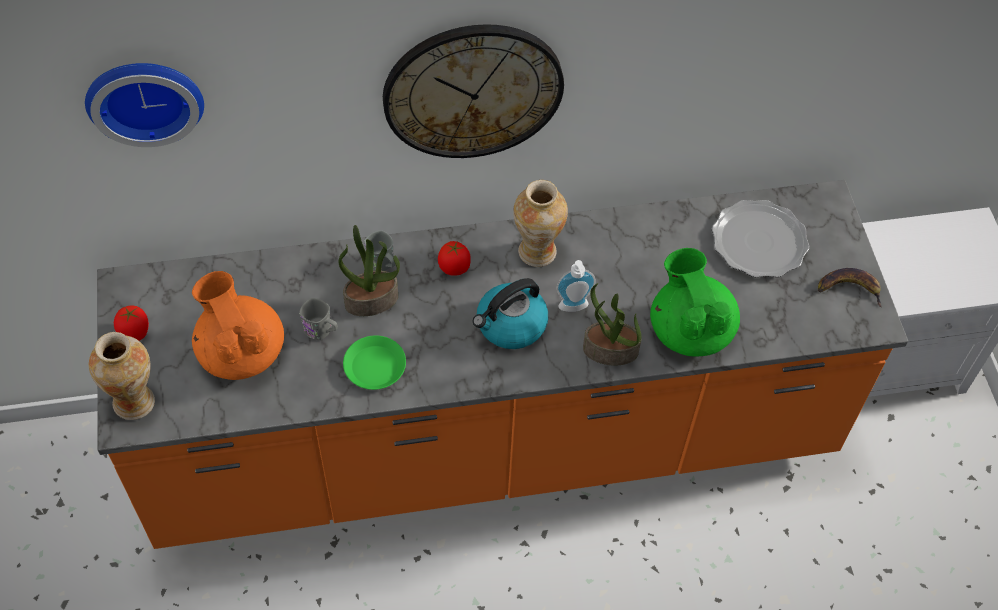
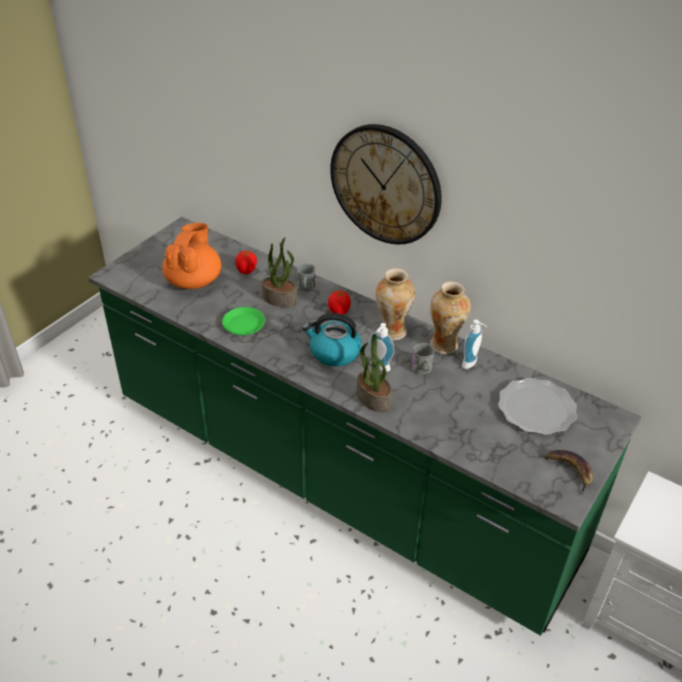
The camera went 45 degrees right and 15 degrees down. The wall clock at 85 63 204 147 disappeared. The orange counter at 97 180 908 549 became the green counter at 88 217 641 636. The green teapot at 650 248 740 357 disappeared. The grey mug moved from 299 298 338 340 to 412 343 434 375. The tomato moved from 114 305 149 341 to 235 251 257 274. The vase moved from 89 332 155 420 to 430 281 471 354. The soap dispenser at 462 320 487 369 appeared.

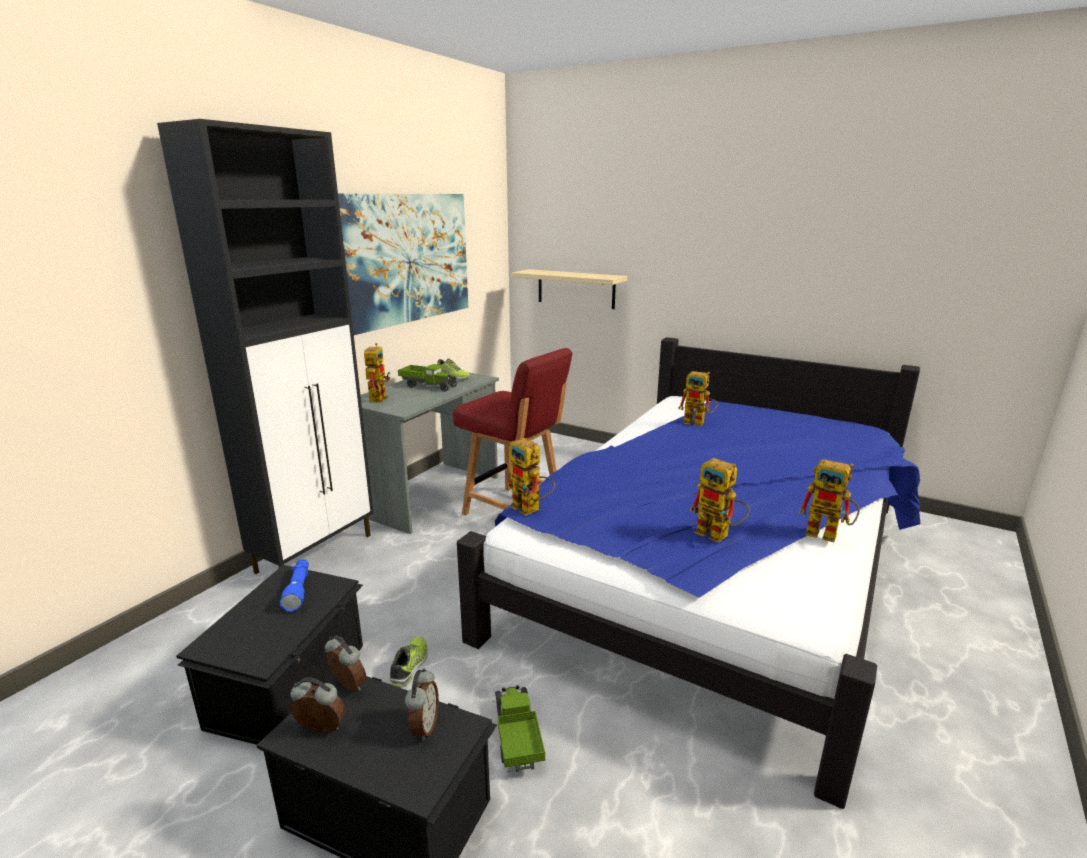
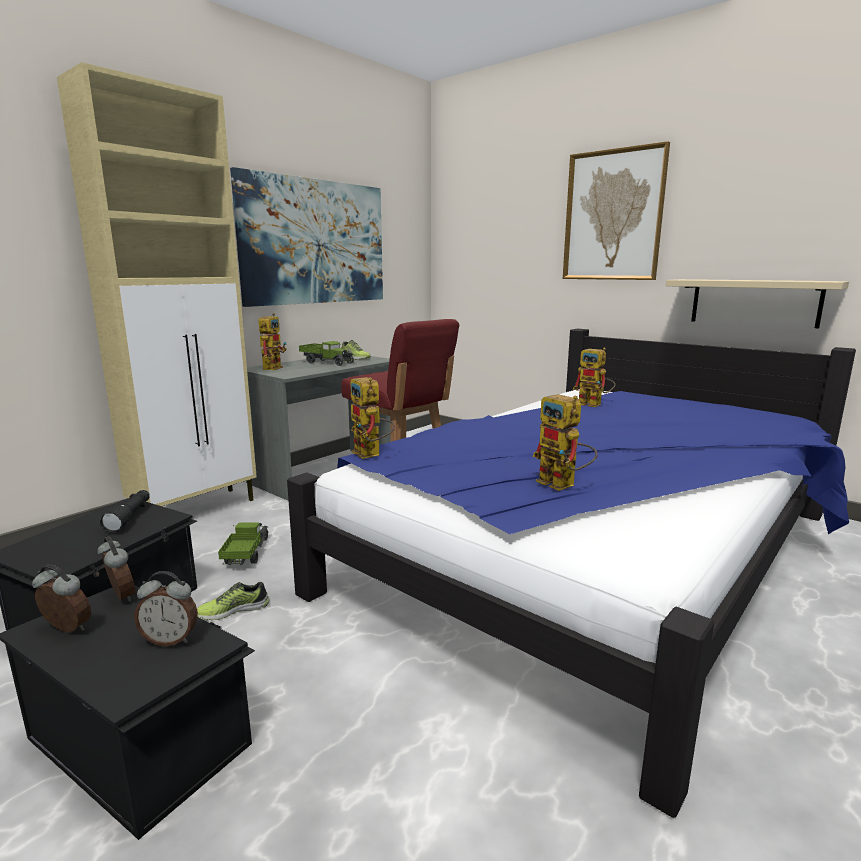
The camera went 10 degrees right and 5 degrees down. The black cabinet at 157 119 374 574 became the beige cabinet at 57 62 257 506. The beige shelf moved from 511 269 628 309 to 666 279 849 328. The toy robot at 798 459 860 542 disappeared. The blue flashlight at 280 559 309 612 became the black flashlight at 100 490 150 532. The shoe at 389 637 428 688 turned 135 degrees counterclockwise. The alarm clock at 405 668 439 741 turned 75 degrees clockwise. The toy truck moved from 493 685 545 773 to 218 522 269 565. The picture at 563 141 670 280 appeared.

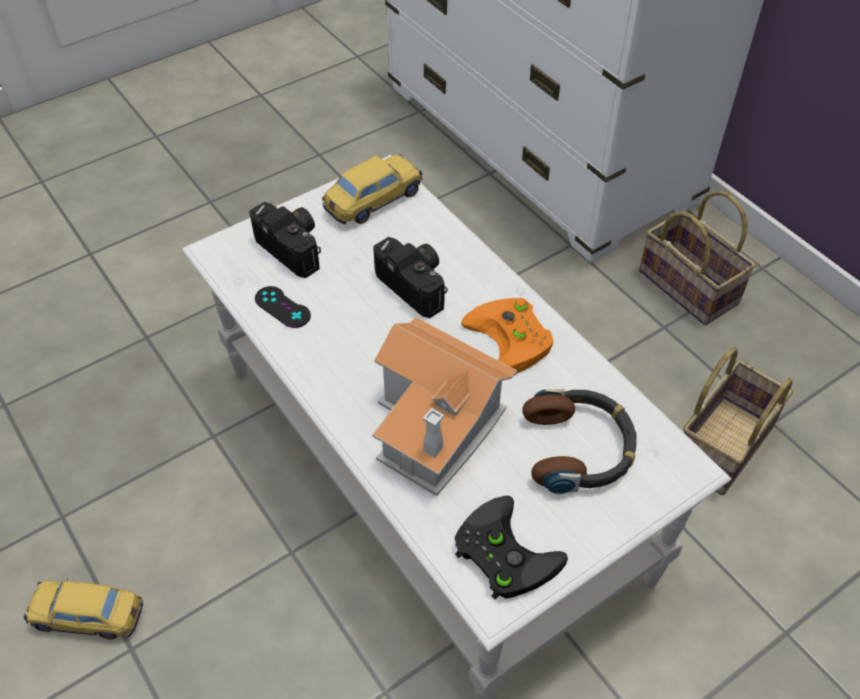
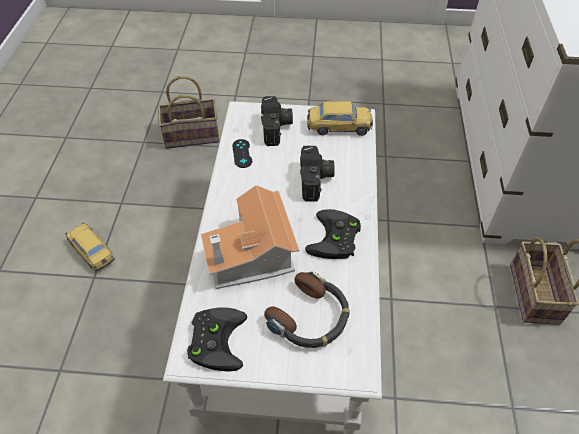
The camera went 40 degrees right and 0 degrees up. The orange game controller at 461 298 553 374 became the black game controller at 305 209 361 259. The basket moved from 683 347 793 495 to 158 76 219 149.

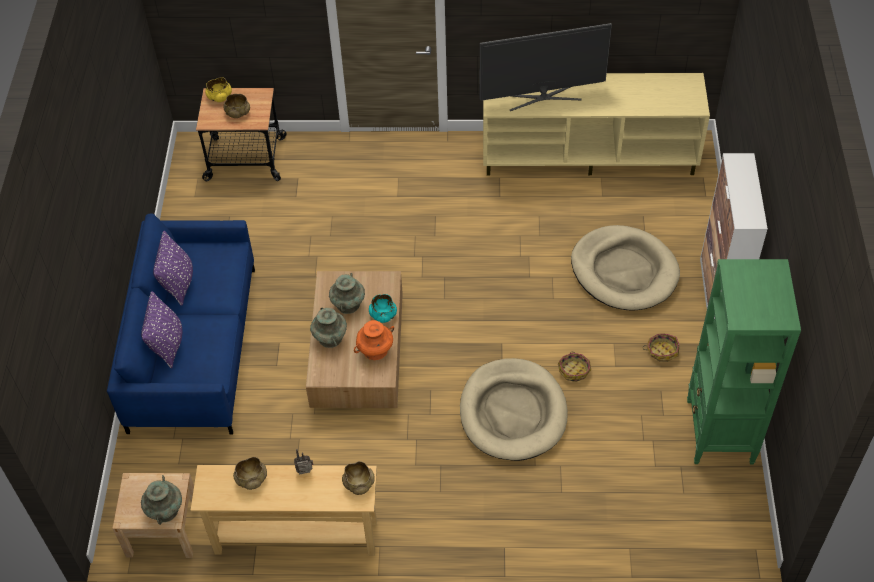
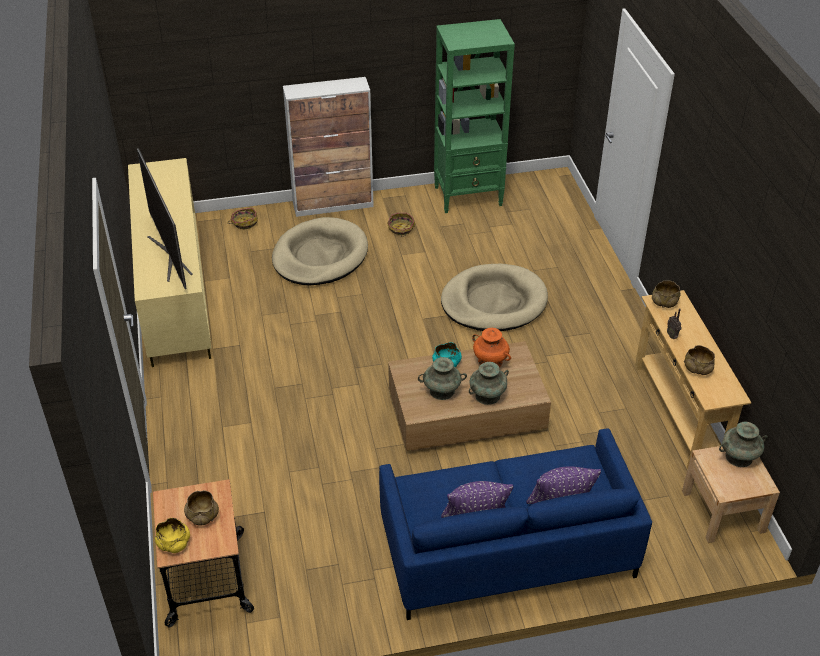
The camera went 105 degrees left and 10 degrees down. The basket moved from 558 352 591 382 to 228 208 258 229.

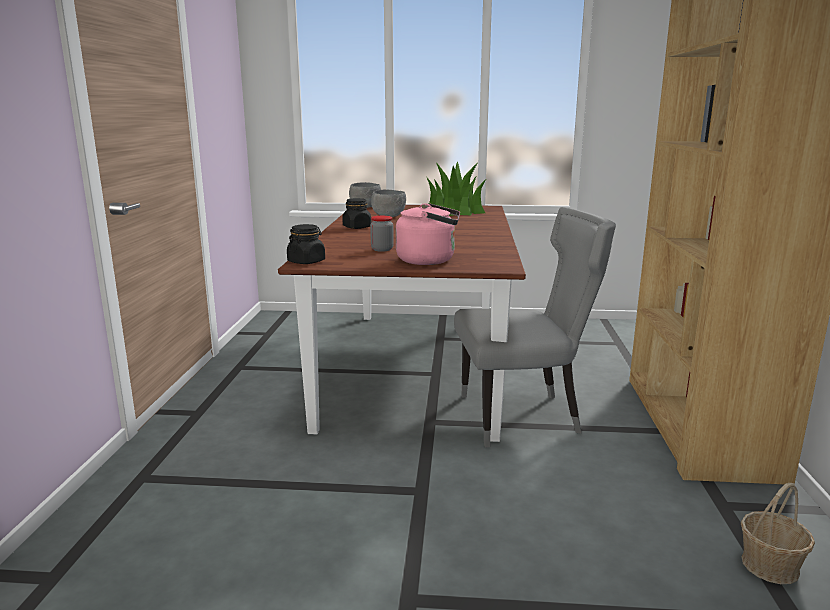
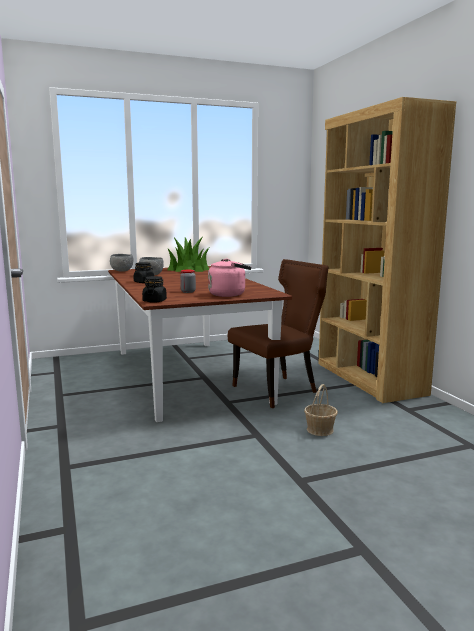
The camera went 25 degrees left and 5 degrees down. The grey chair at 454 207 616 448 became the brown chair at 228 259 329 408. The basket moved from 741 483 815 584 to 304 384 338 436.

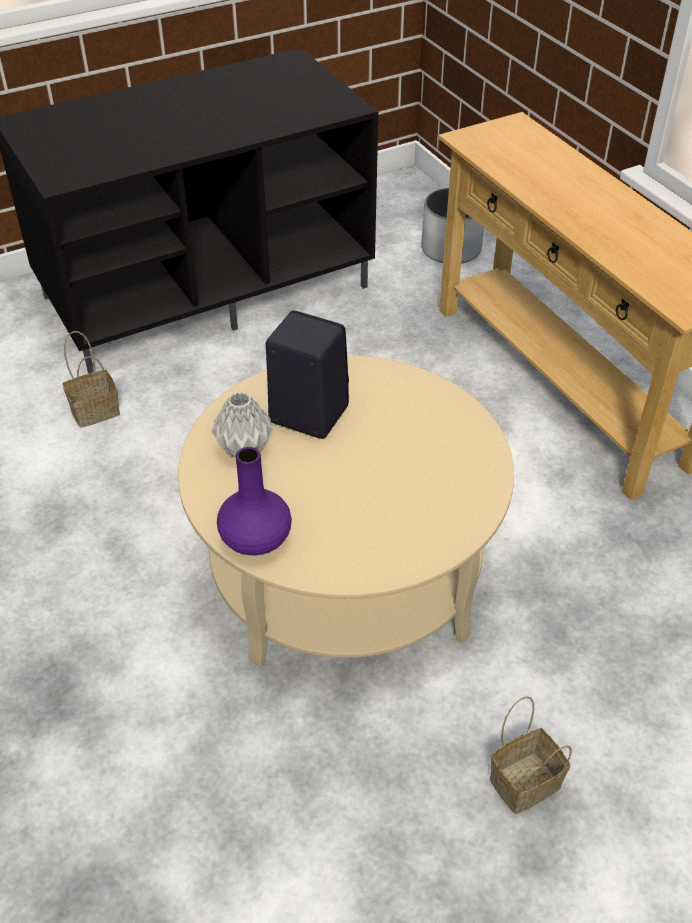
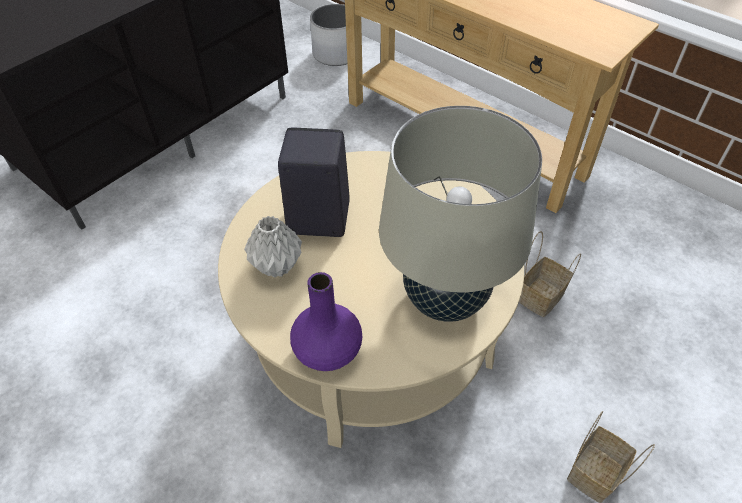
The camera went 20 degrees left and 5 degrees up. The basket moved from 62 331 120 428 to 519 231 581 317. The beige table lamp at 379 106 542 322 appeared.

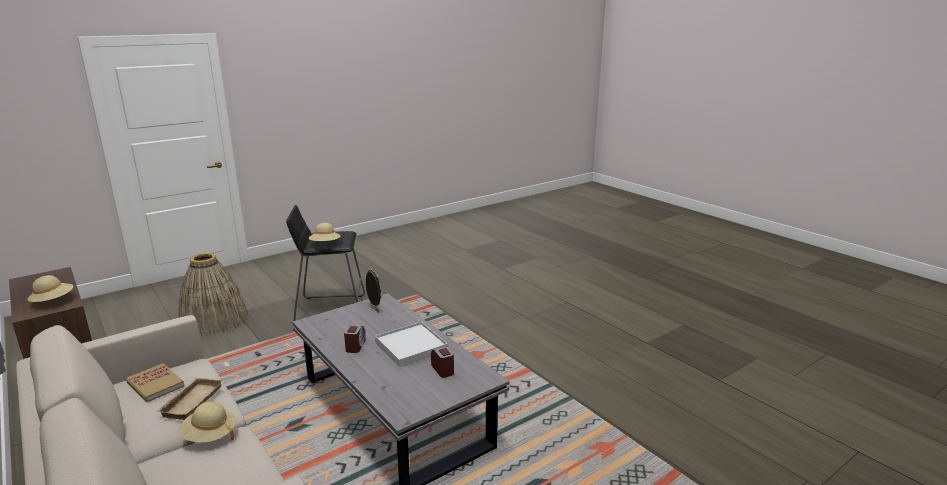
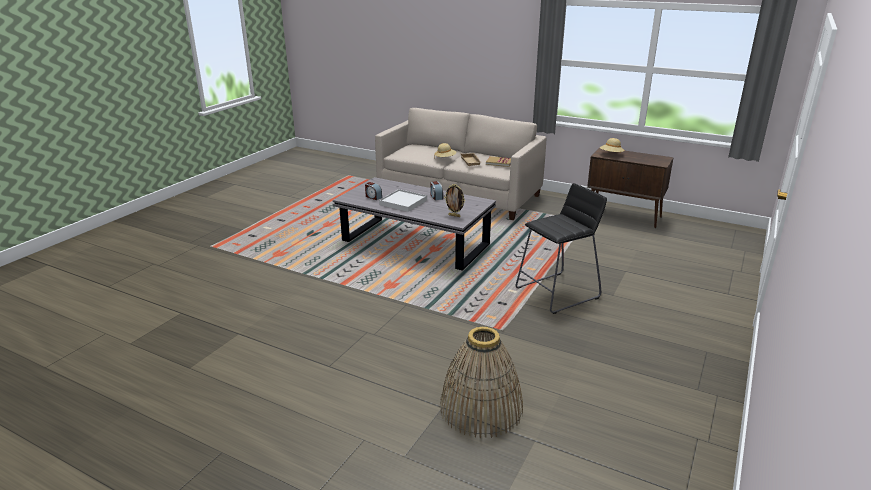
The camera went 155 degrees right and 5 degrees up. The beige hat at 309 223 340 241 disappeared. The basket moved from 178 253 248 337 to 440 327 523 438.

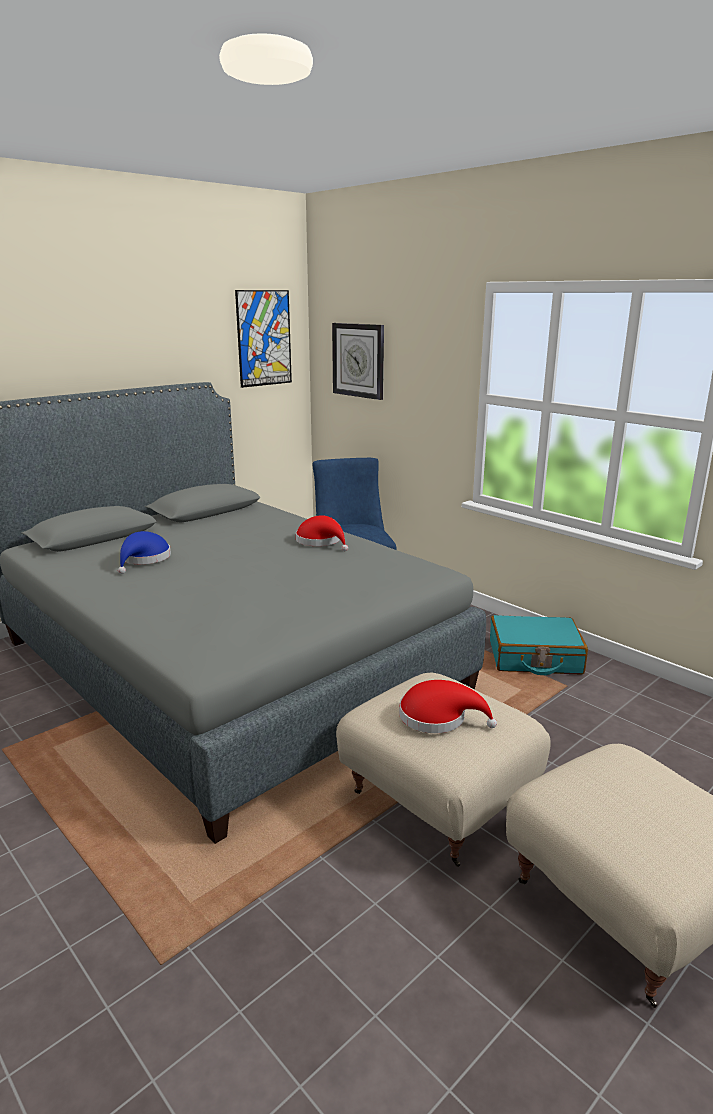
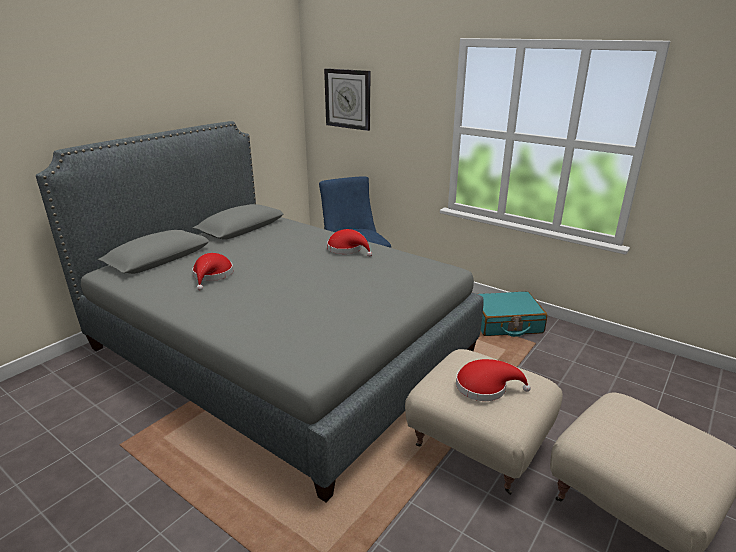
The camera went 10 degrees left and 5 degrees up. The picture at 235 290 292 388 disappeared. The blue hat at 118 531 171 574 became the red hat at 192 253 233 291.

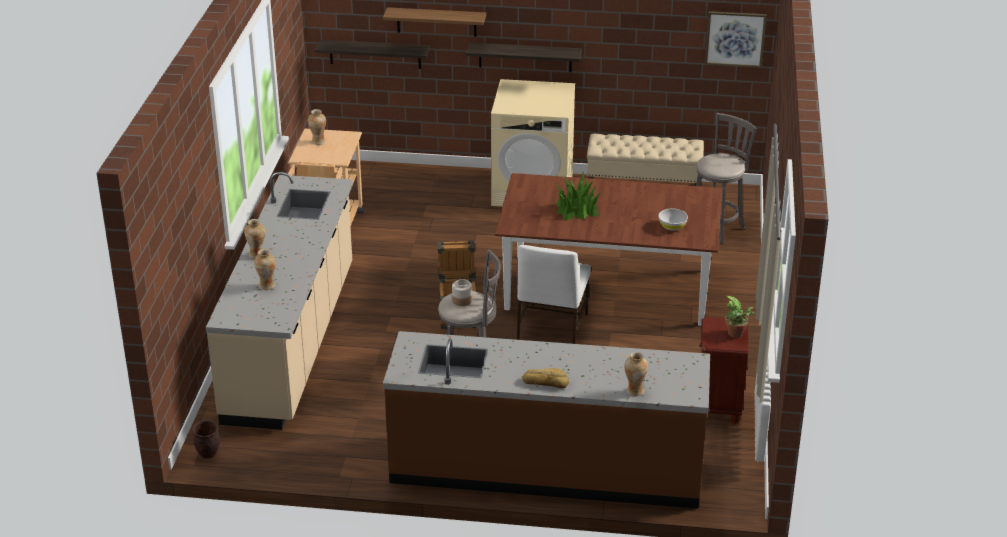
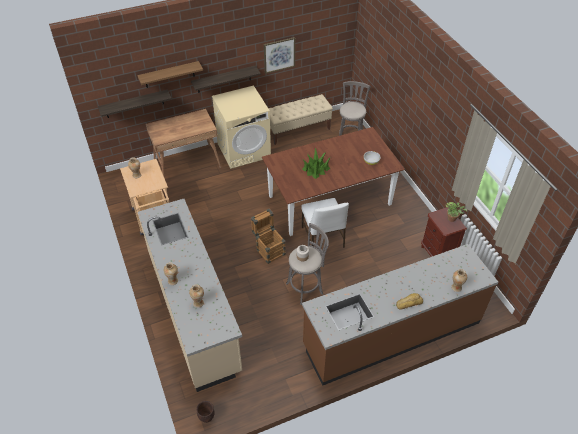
The camera went 30 degrees left and 15 degrees up. The picture moved from 705 11 767 68 to 264 37 295 74. The brown desk at 146 109 221 178 appeared.

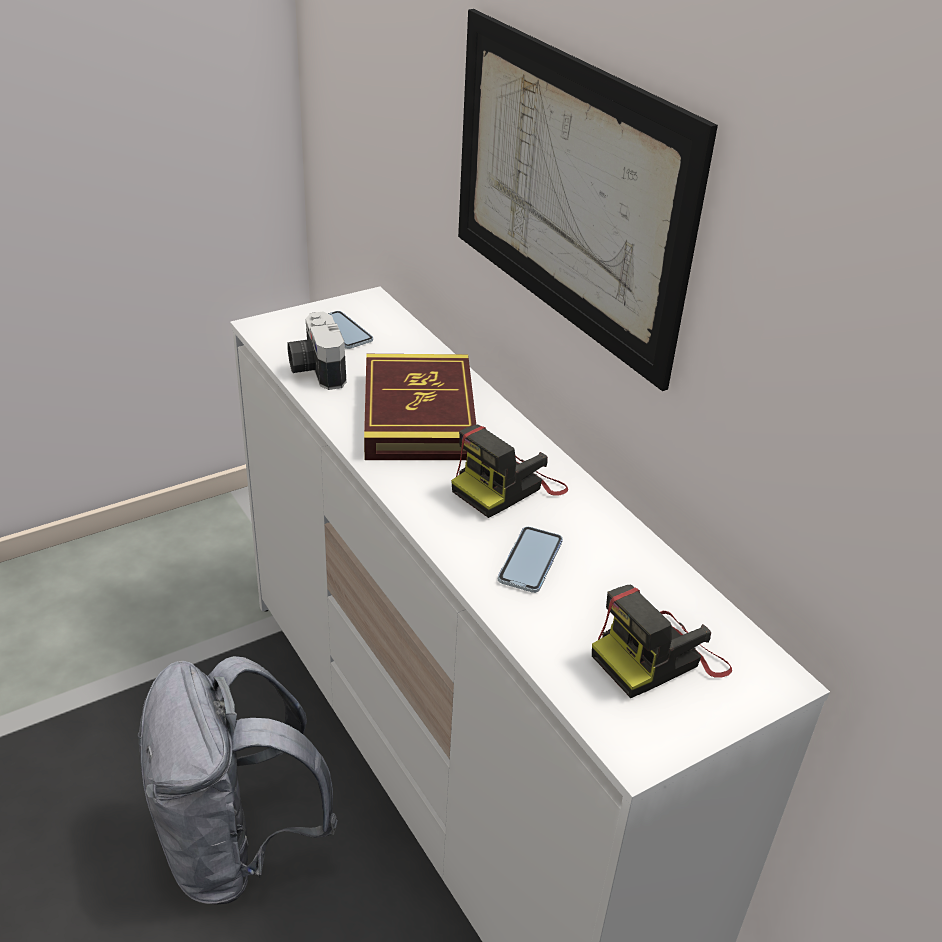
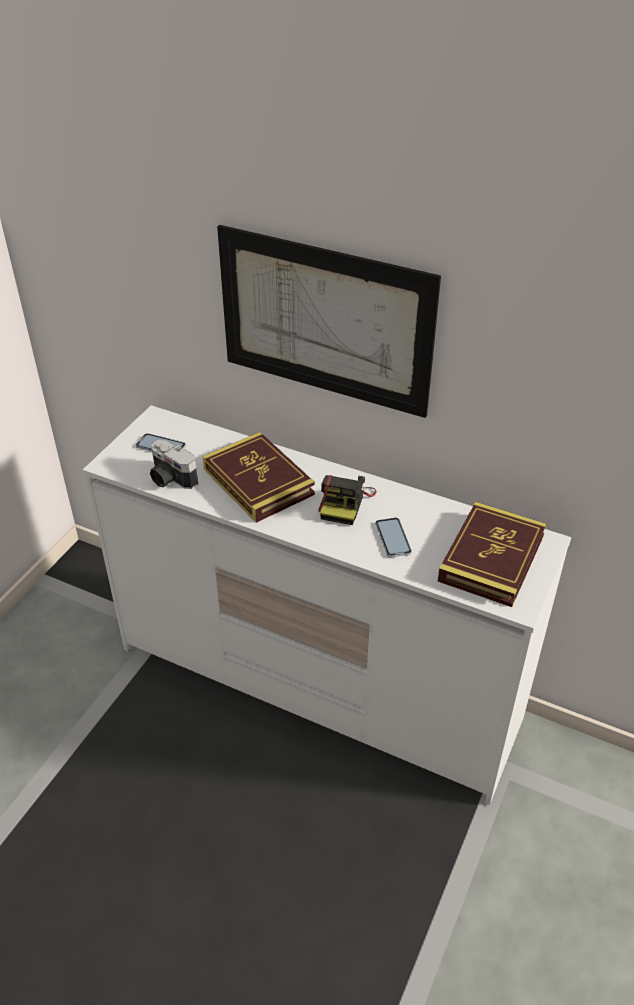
The camera went 30 degrees left and 5 degrees up. The photo camera at 592 585 732 698 was replaced by the book at 438 502 546 607. The grey backpack at 138 656 338 904 disappeared.

